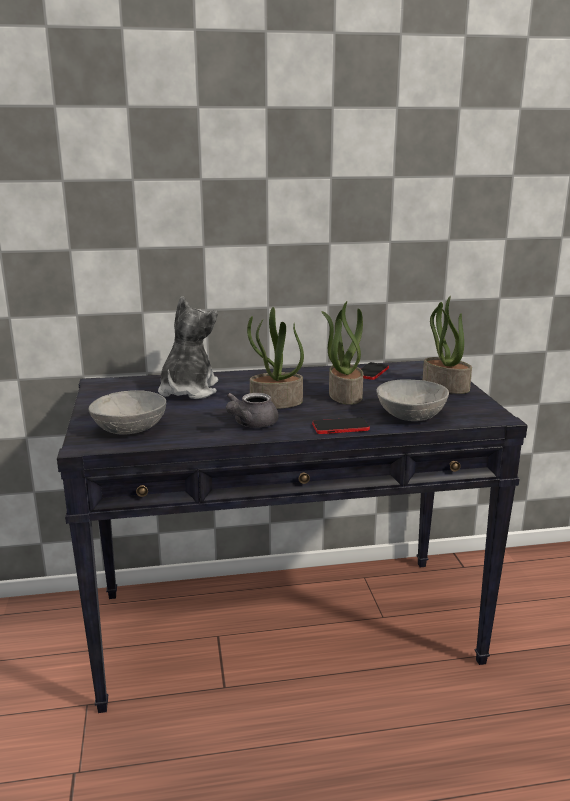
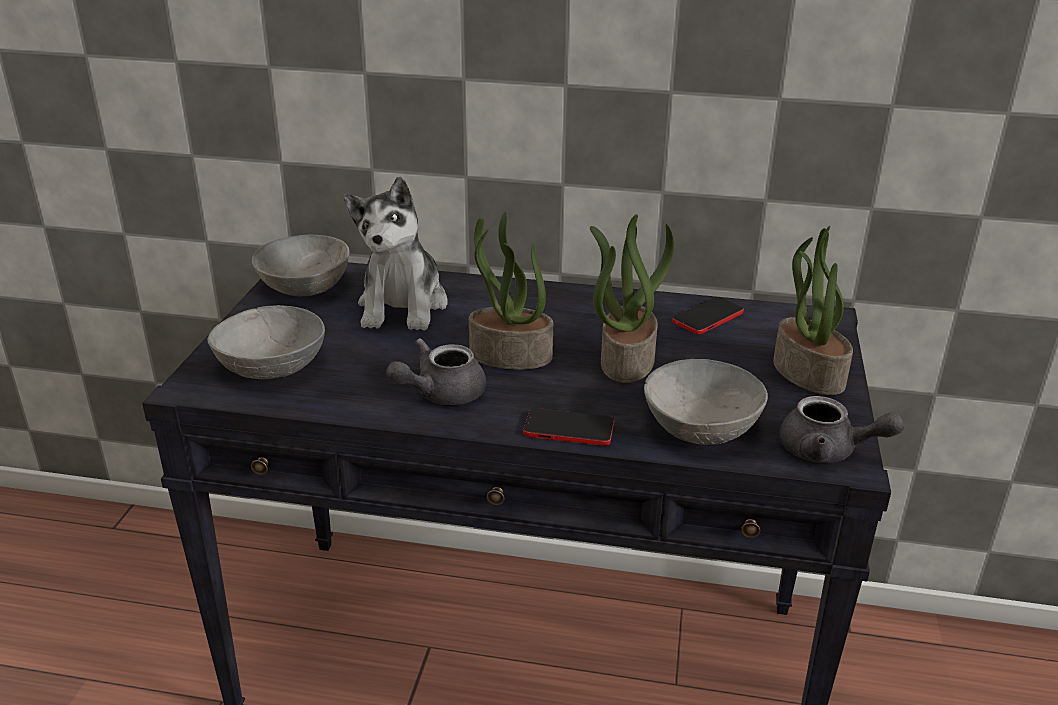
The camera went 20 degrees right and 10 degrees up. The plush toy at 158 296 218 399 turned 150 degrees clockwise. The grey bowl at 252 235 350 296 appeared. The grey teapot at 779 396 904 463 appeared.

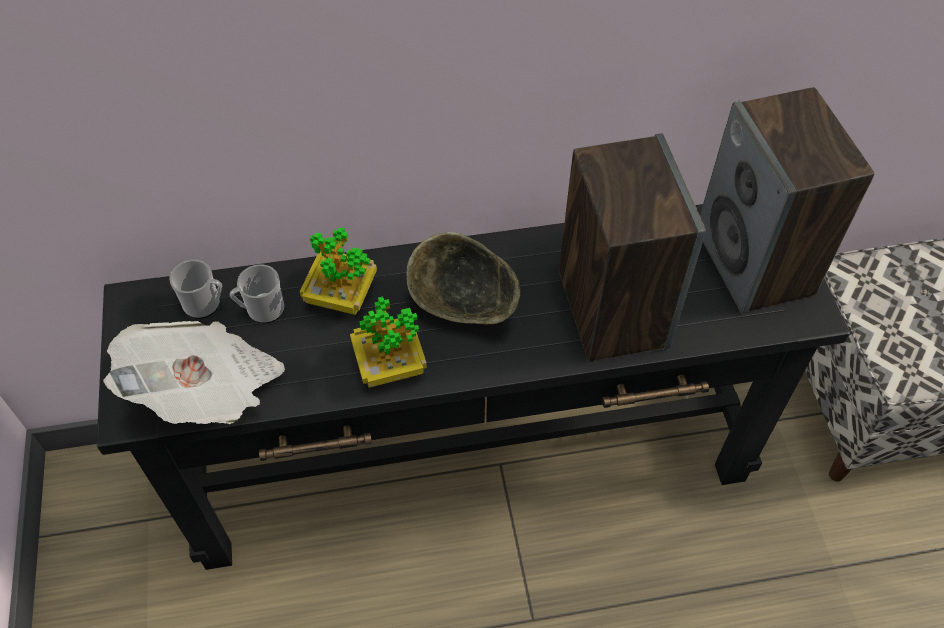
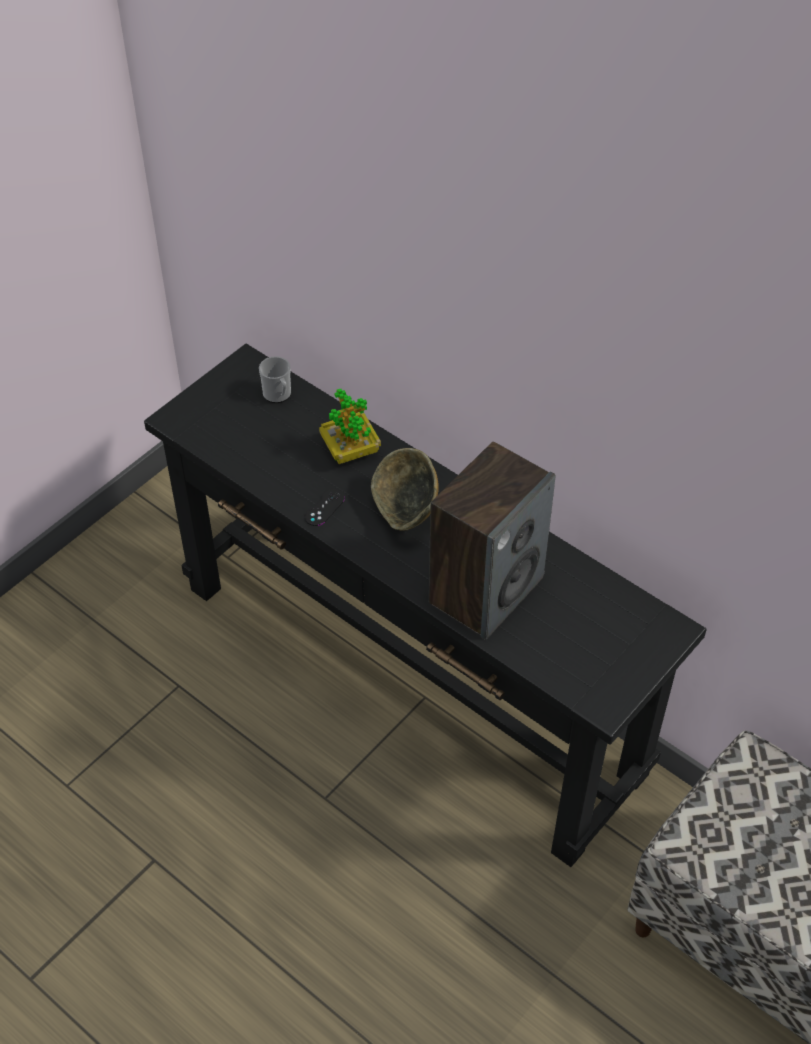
The camera went 50 degrees right and 5 degrees down. The speaker at 700 87 875 314 disappeared. The mug at 230 264 285 323 disappeared. The potted plant at 350 297 427 388 was replaced by the black game controller at 305 489 345 526. The newspaper at 103 321 285 424 disappeared.

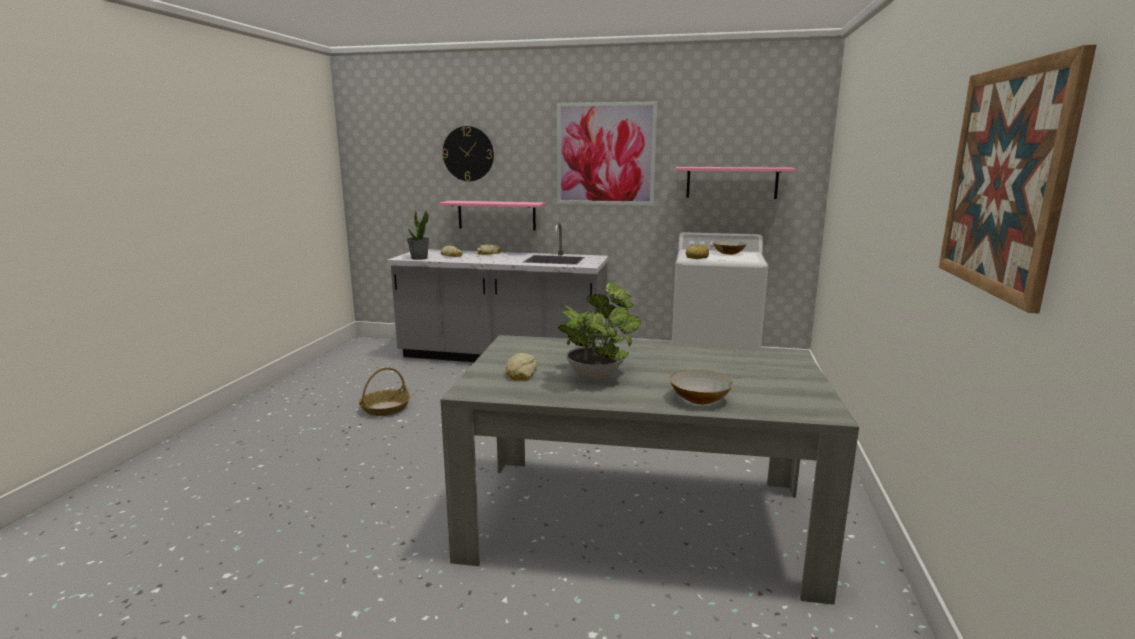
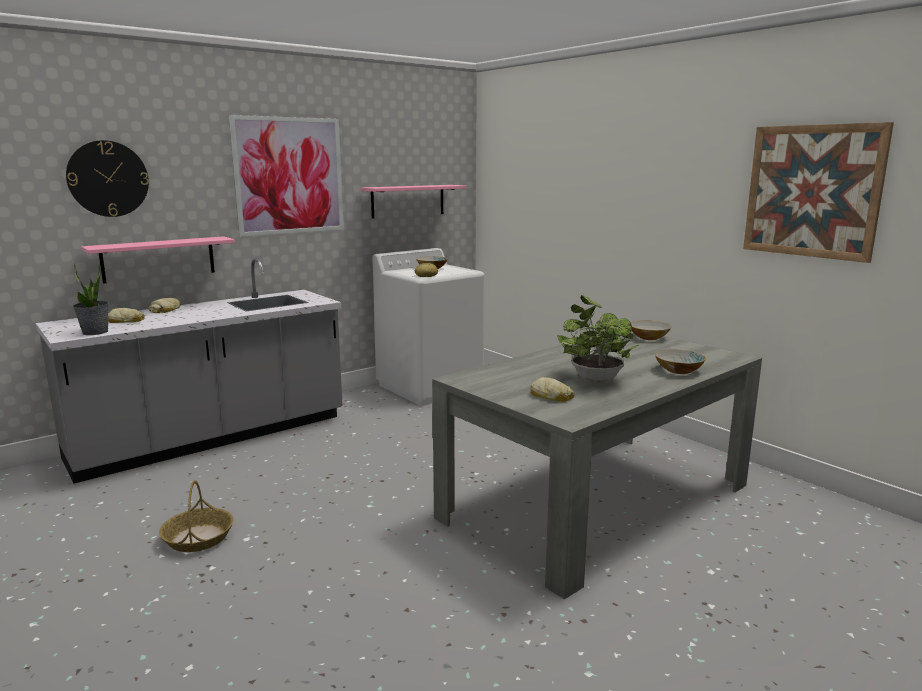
The camera went 50 degrees left and 0 degrees up. The bowl at 631 320 672 340 appeared.

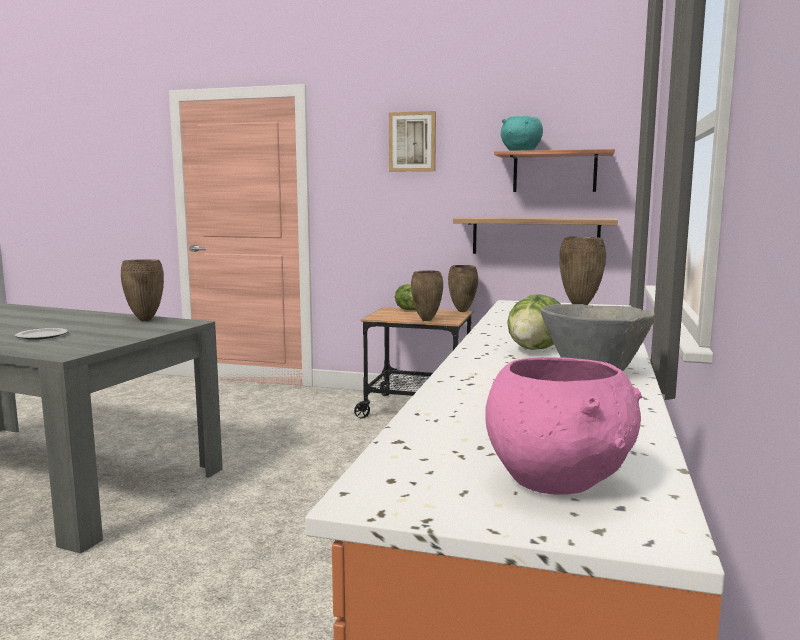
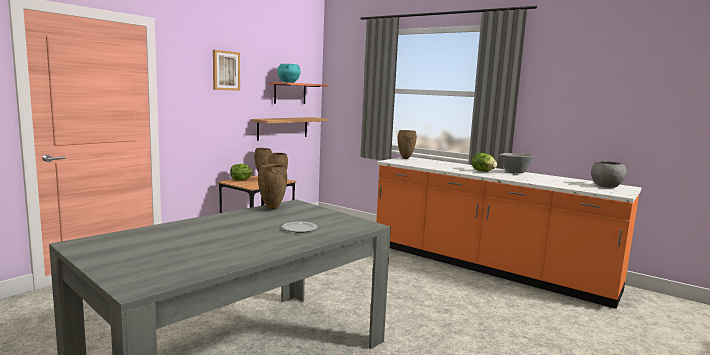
The camera went 70 degrees left and 0 degrees up. The pink bowl at 485 357 642 494 became the grey bowl at 591 161 629 188.

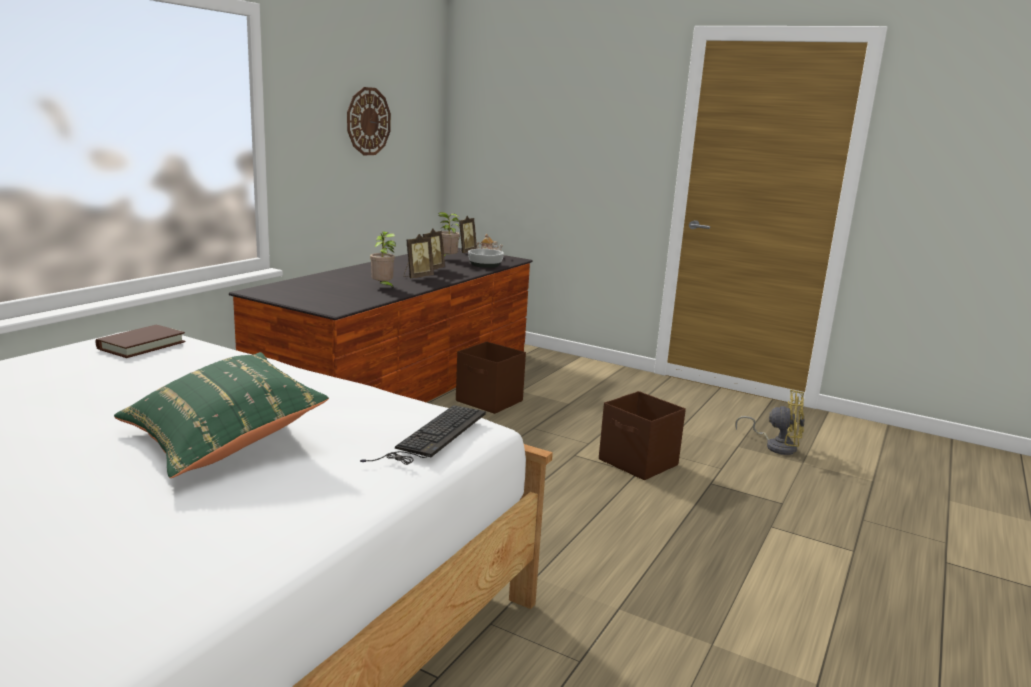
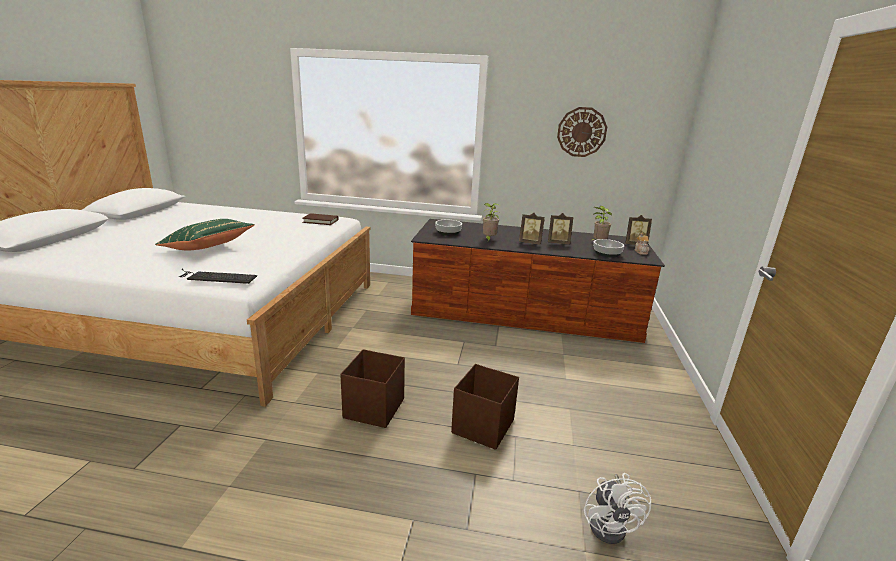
The camera went 70 degrees right and 5 degrees up. The brown storage box moved from 456 342 526 414 to 340 349 405 428. The yellow fan at 735 390 805 455 became the white fan at 584 473 651 544. The bowl at 435 220 462 236 appeared.

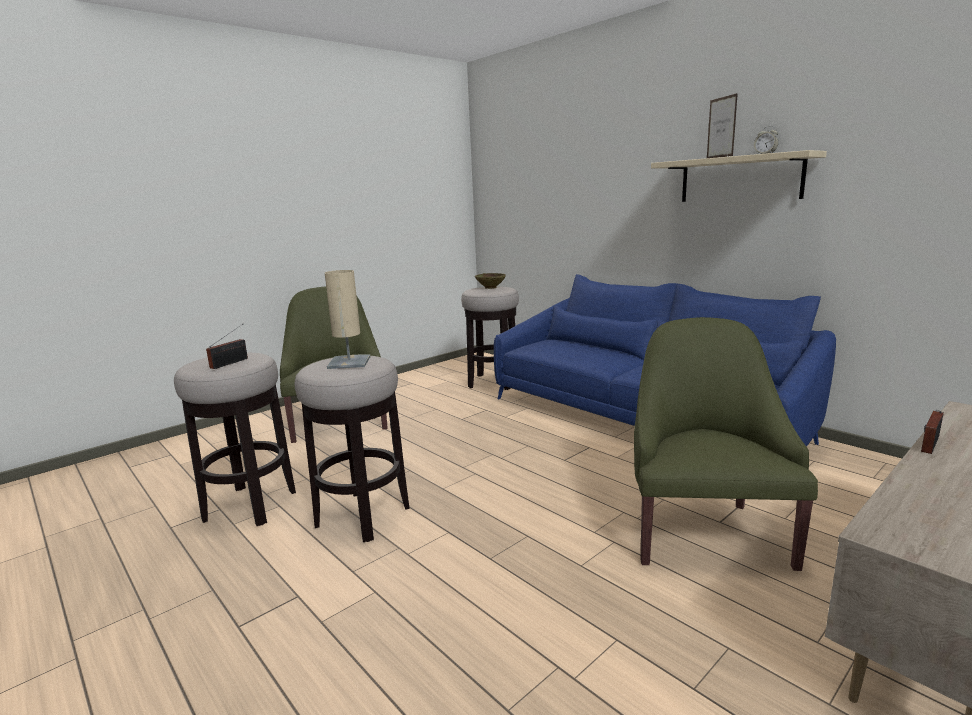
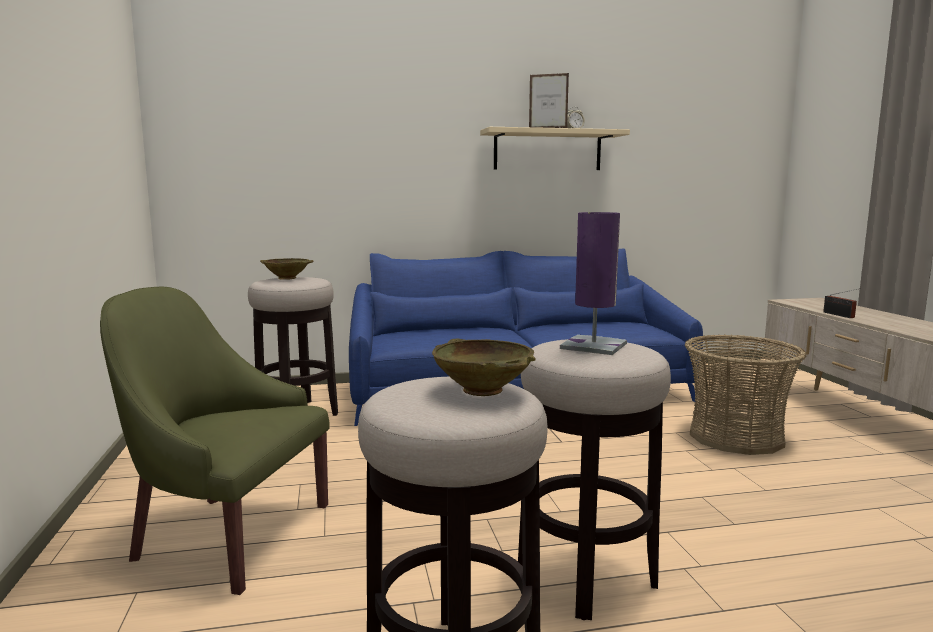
The camera went 60 degrees left and 5 degrees down. The beige table lamp at 325 270 370 369 became the purple table lamp at 560 212 627 355. The green armchair at 634 317 818 571 was replaced by the basket at 685 334 806 455. The radio at 206 324 248 369 was replaced by the beige bowl at 432 339 535 396.

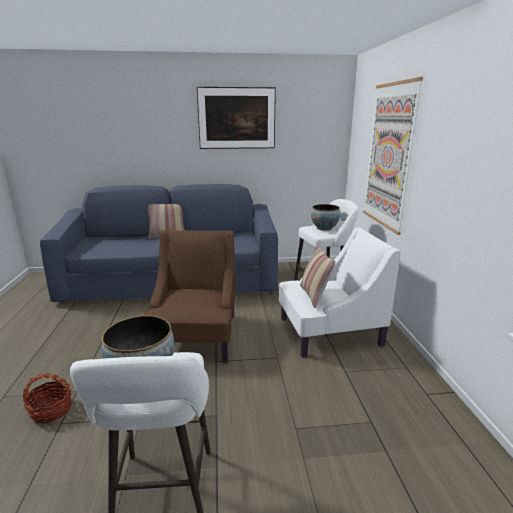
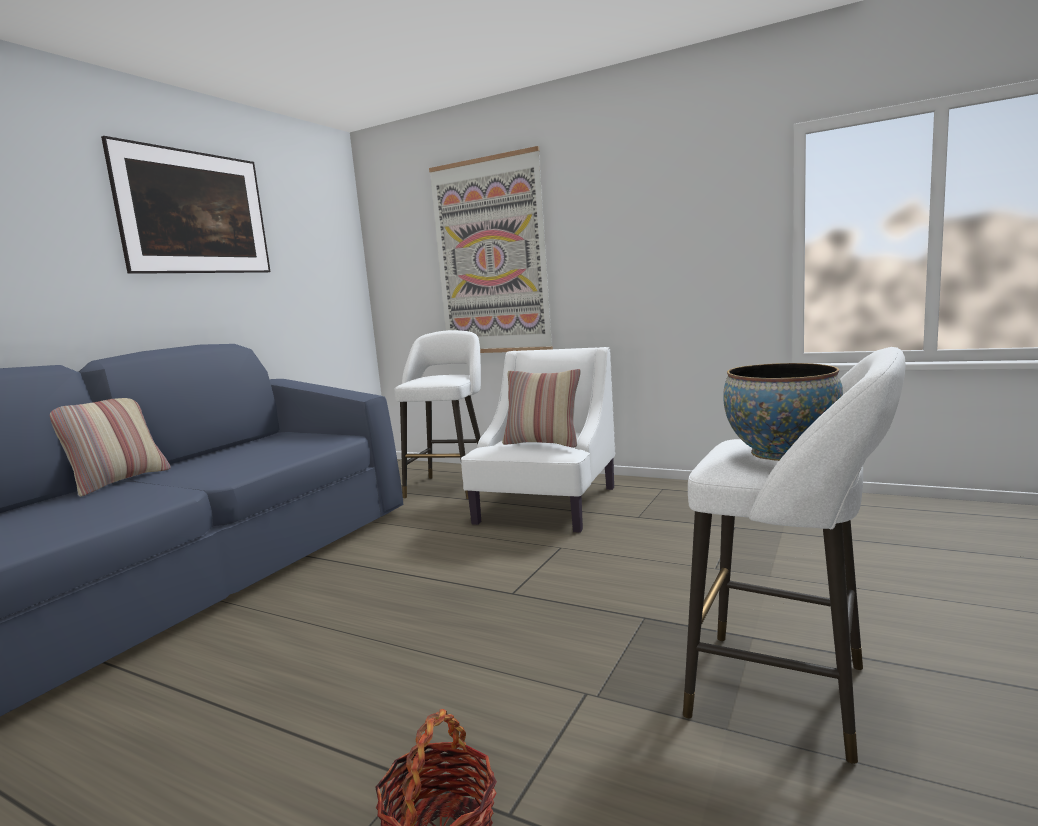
The camera went 55 degrees left and 10 degrees down. The bowl at 311 204 340 231 disappeared. The brown armchair at 144 230 235 363 disappeared.

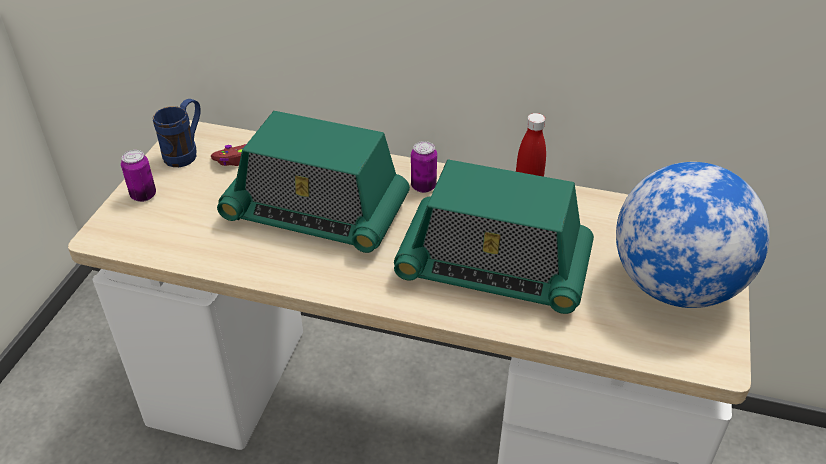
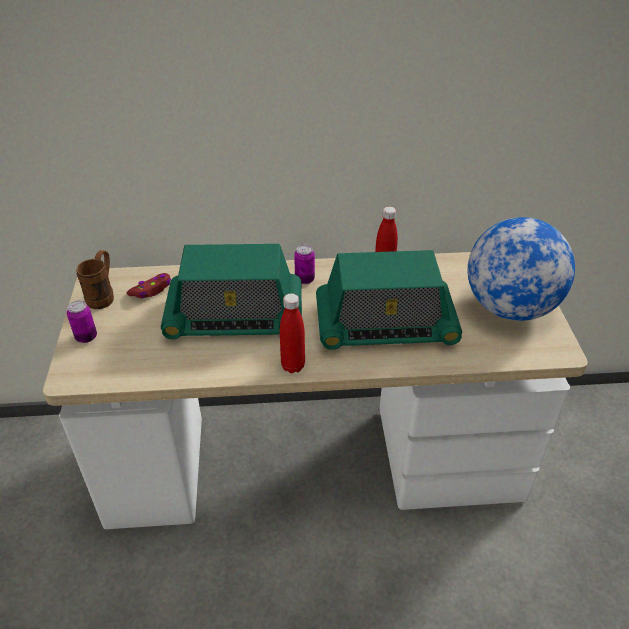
The camera went 20 degrees left and 0 degrees up. The blue mug at 153 99 201 167 became the brown mug at 77 250 114 309. The red bottle at 280 294 305 373 appeared.

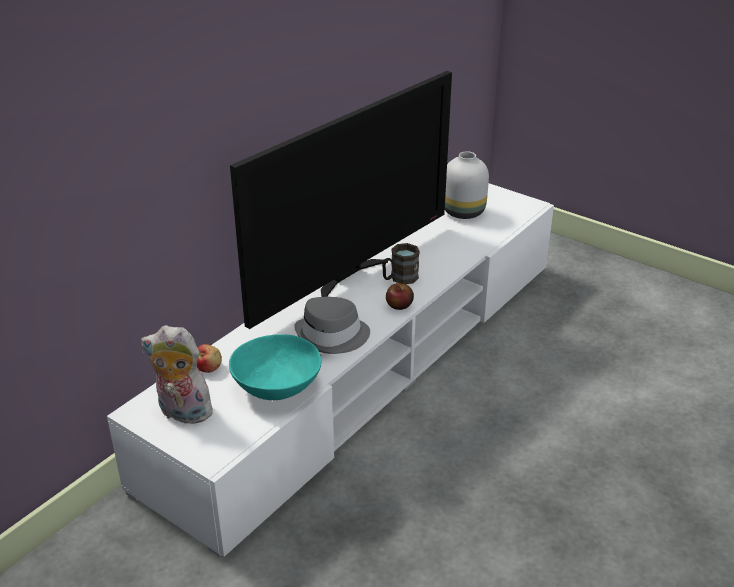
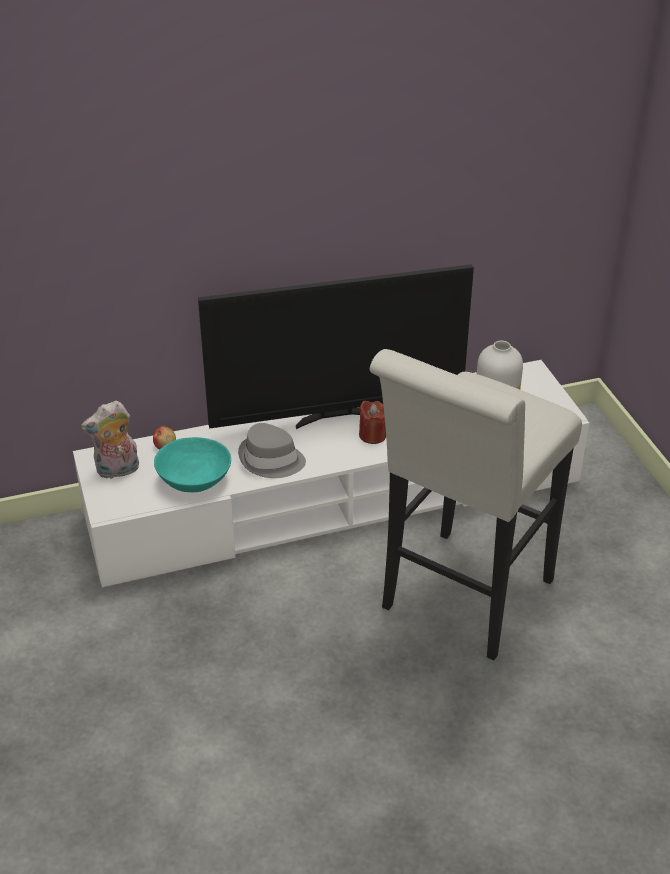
The camera went 35 degrees right and 5 degrees up. The brown mug at 382 243 420 284 was replaced by the red candle at 359 401 386 444. The apple at 386 283 414 310 disappeared. The plush toy at 141 325 219 424 turned 75 degrees counterclockwise. The white stool at 370 349 582 661 appeared.

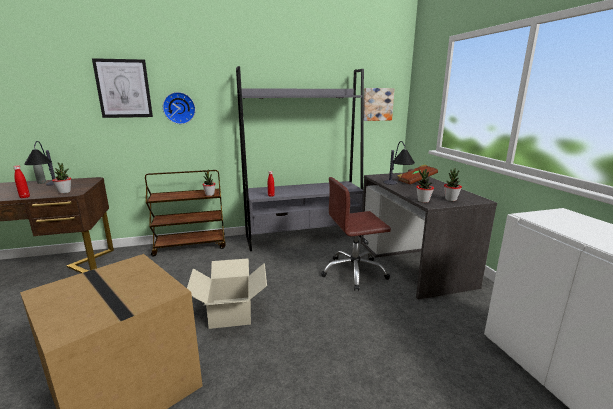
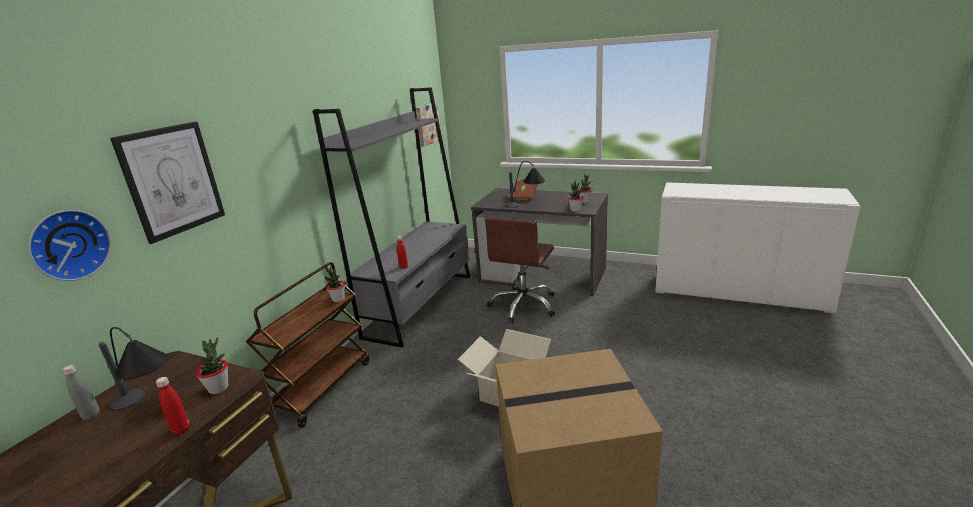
The camera went 50 degrees left and 5 degrees up. The wall clock moved from 163 92 196 124 to 28 210 111 281.

